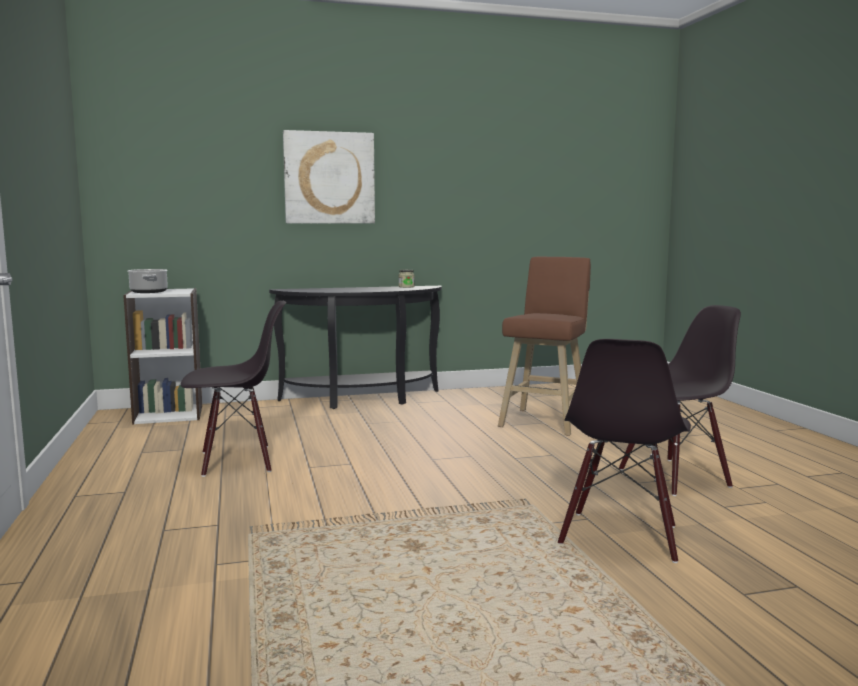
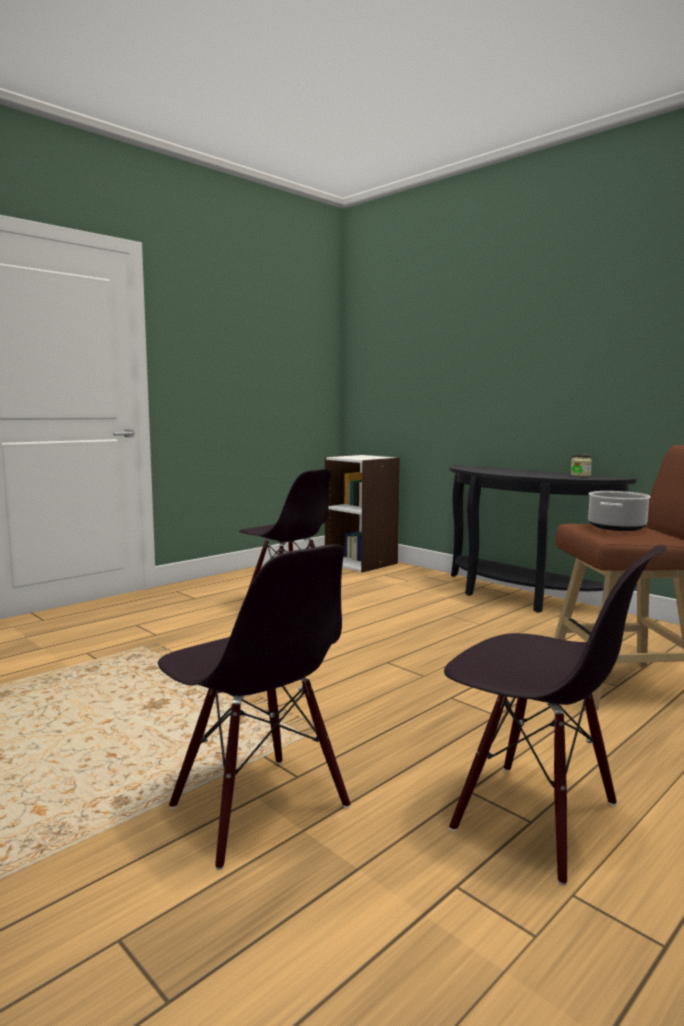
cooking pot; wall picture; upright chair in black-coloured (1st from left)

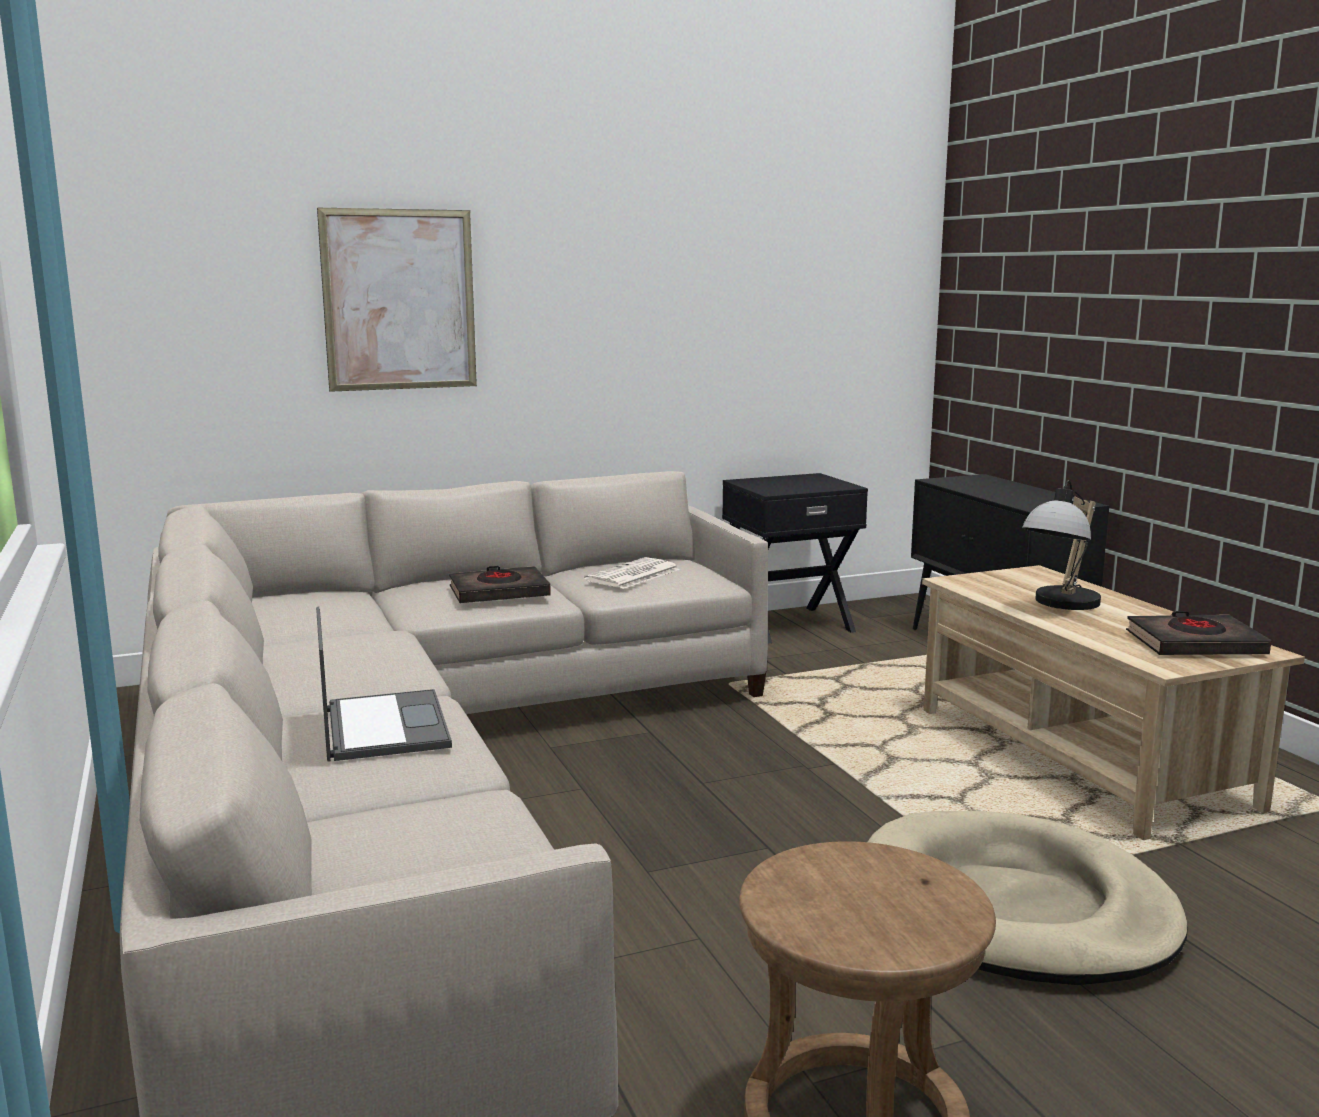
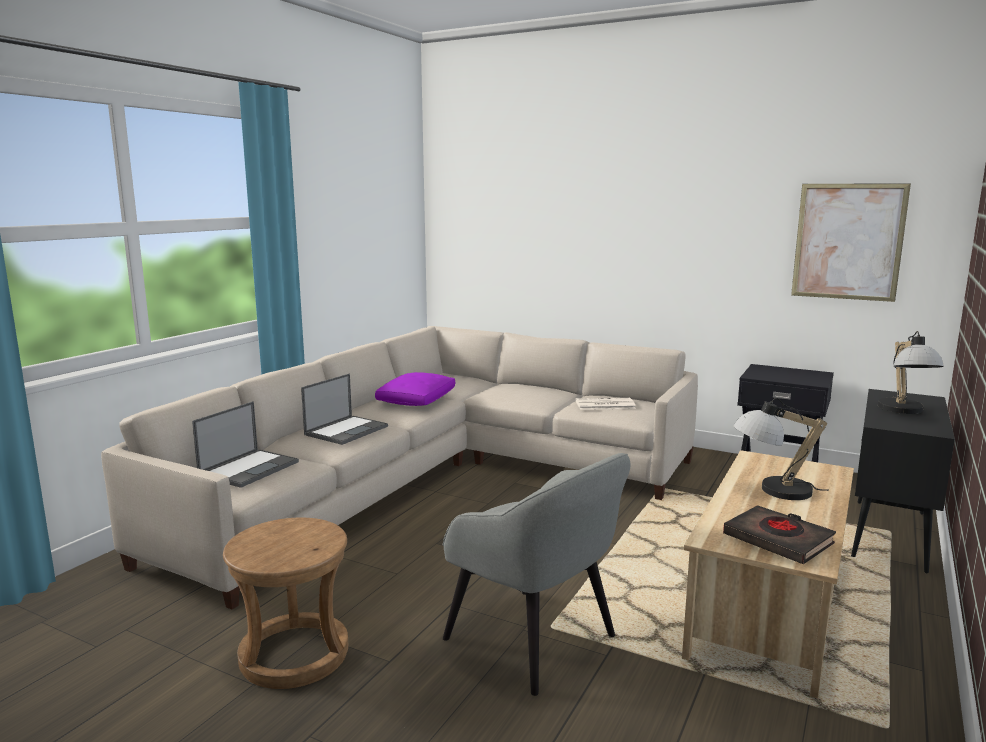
wall picture; volume in black-coloured (1st from left in the first image); easy chair in gray; notebook computer (1st from left); throw pillow in purplish; lamp for a table (2nd from left)

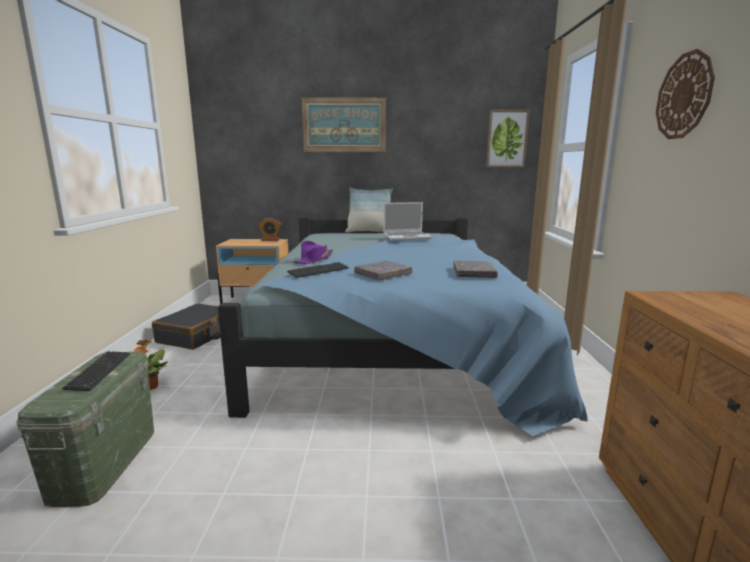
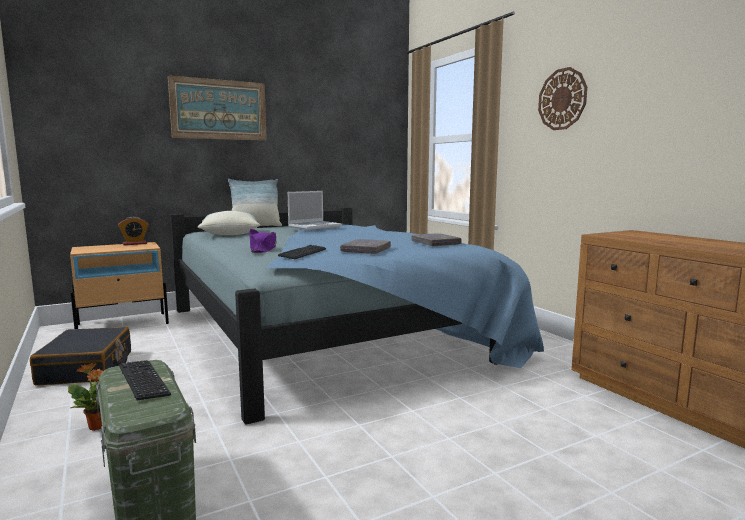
wall picture (2nd from left in the first image); throw pillow (1st from left)

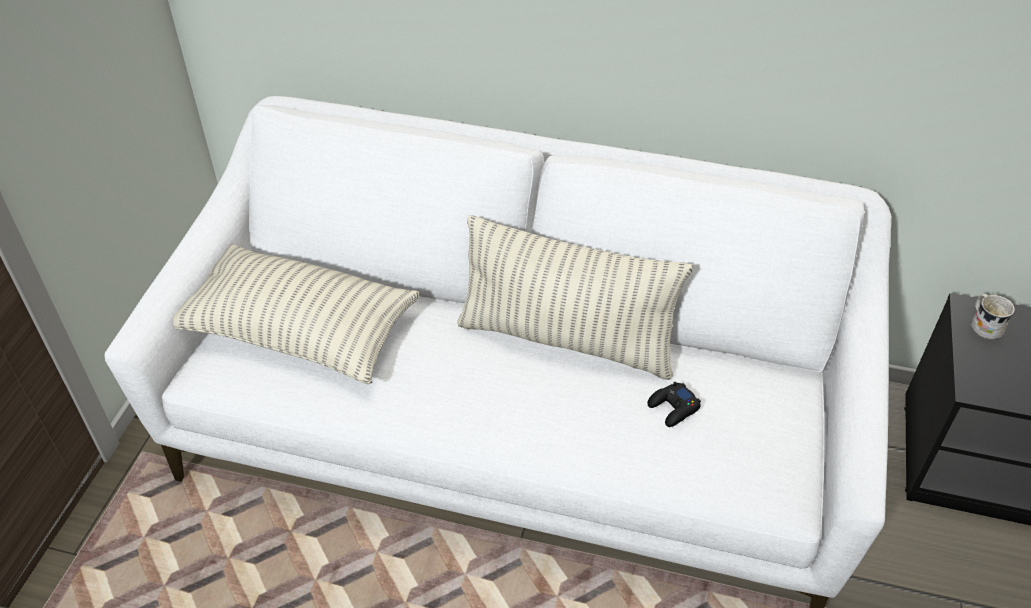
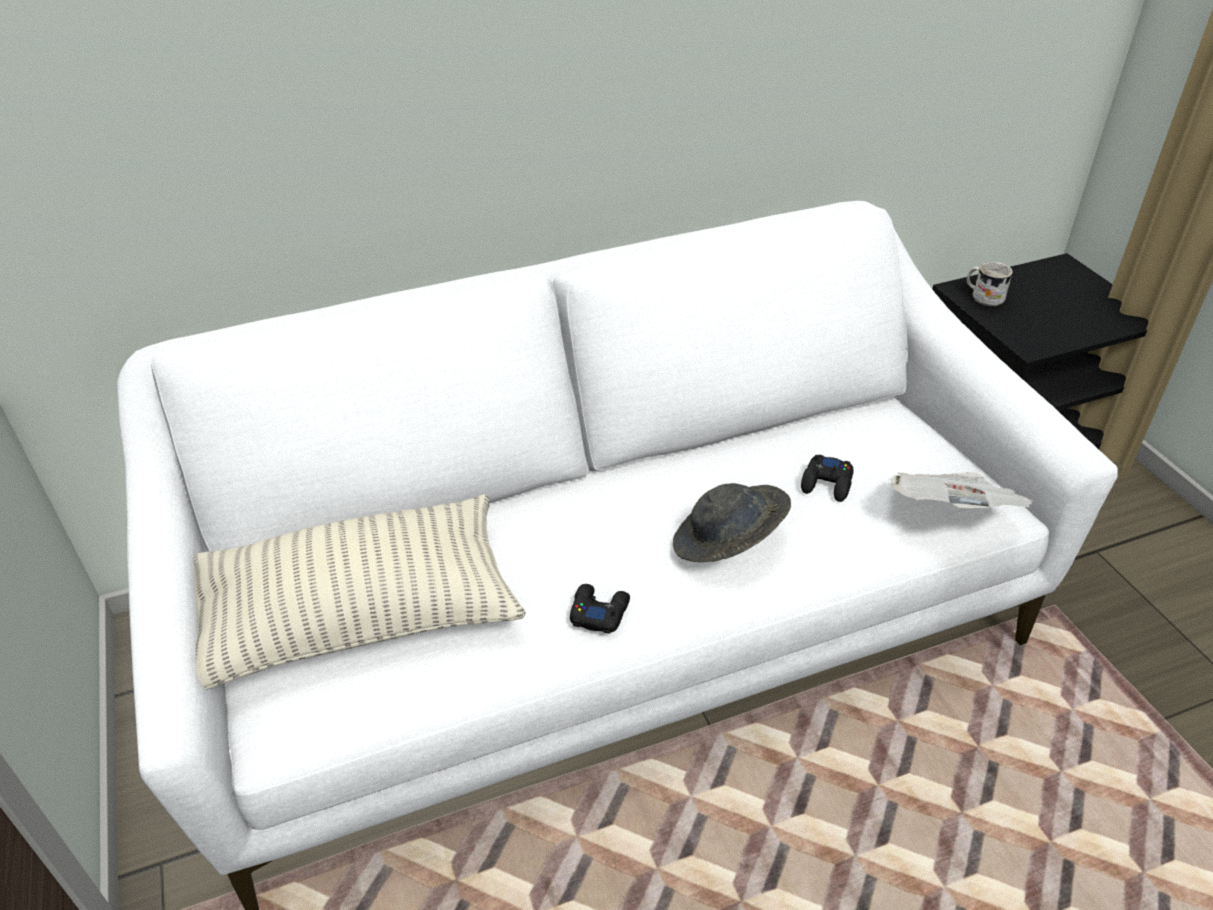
throw pillow (2nd from left in the first image); gamepad in black-coloured (1st from left); hat in gray; printed paper

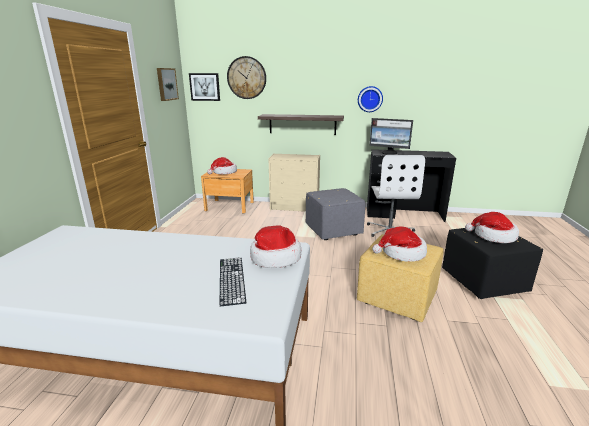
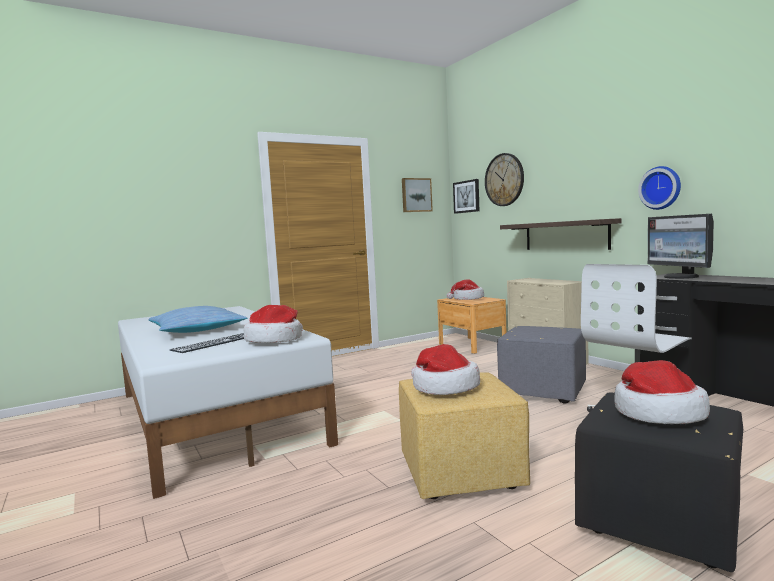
throw pillow

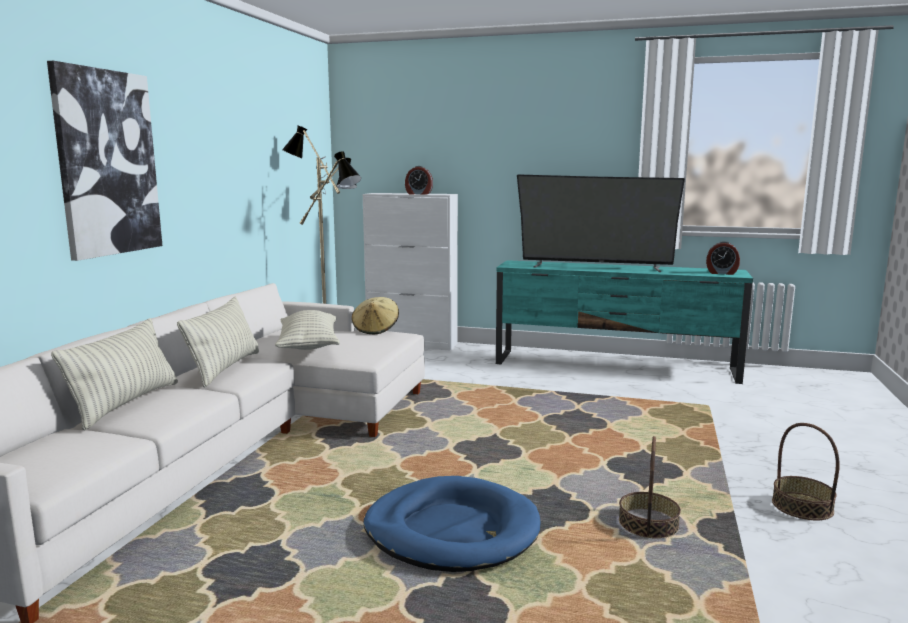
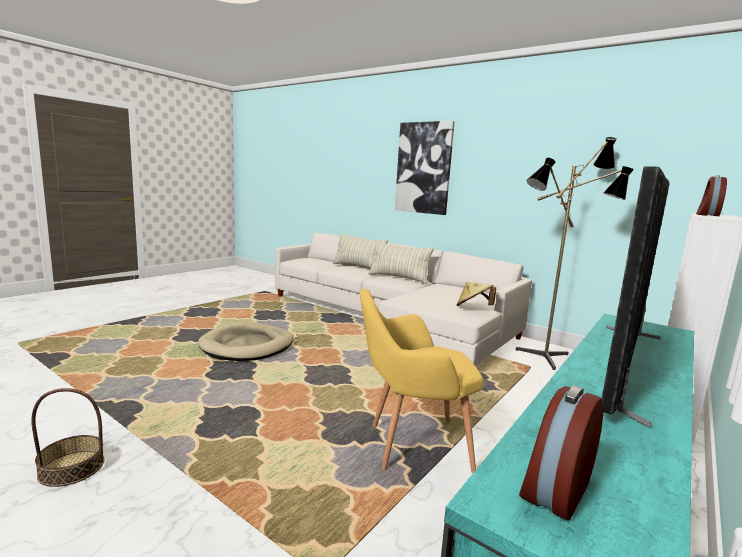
throw pillow (3rd from left in the first image); dog bed in beige; household basket (1st from left in the first image); easy chair in yellow-coloured

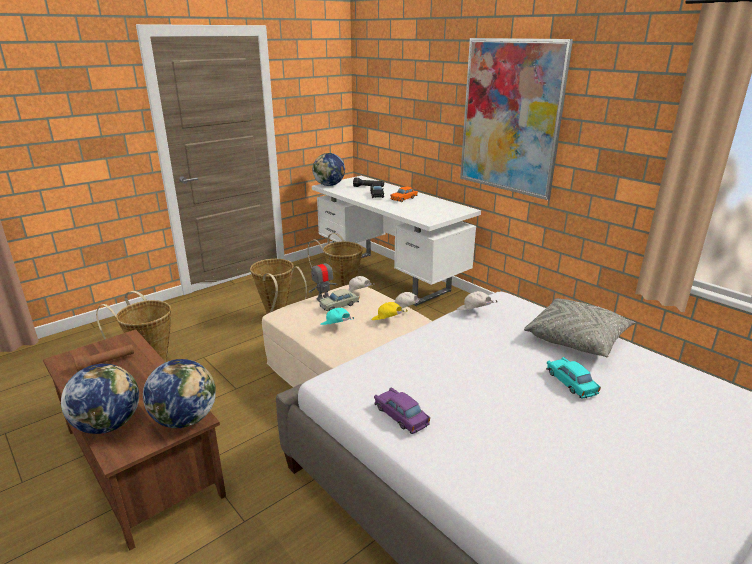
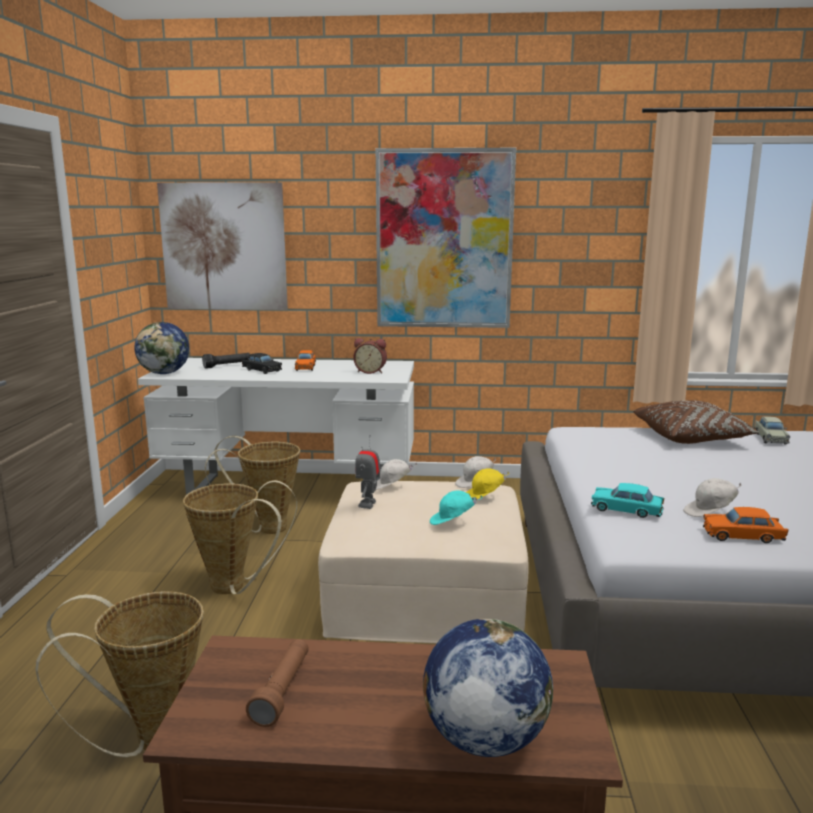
globe (2nd from left in the first image); miniature car in beige; miniature car in orange-coloured (2nd from left); baseball cap in white-coloured (3rd from left); throw pillow in brownish; miniature car in turquoise; wall picture (1st from left); bedside clock

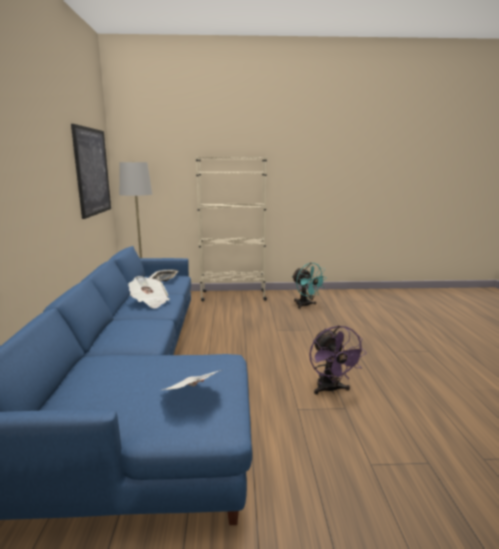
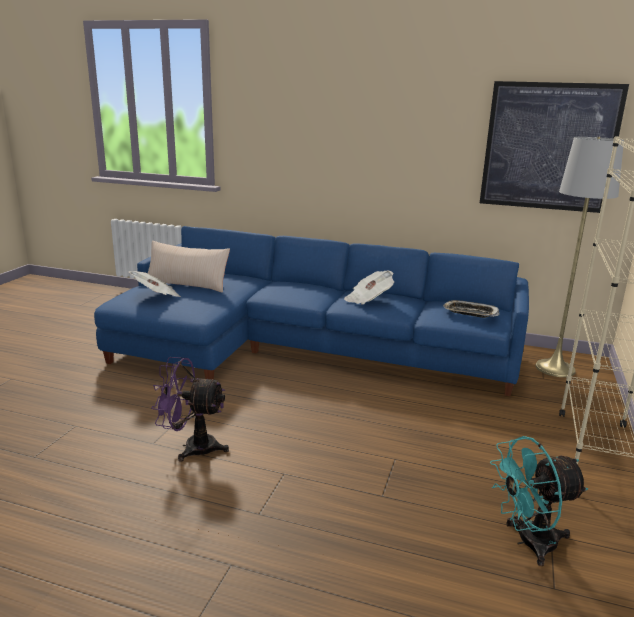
throw pillow in beige

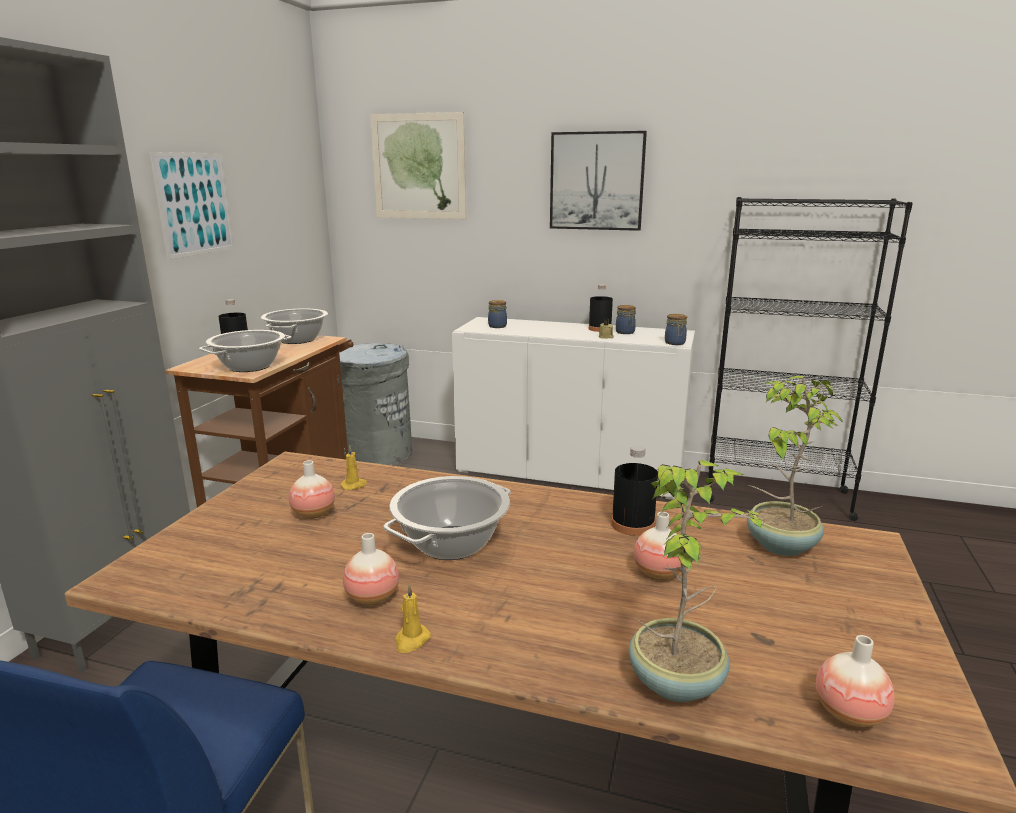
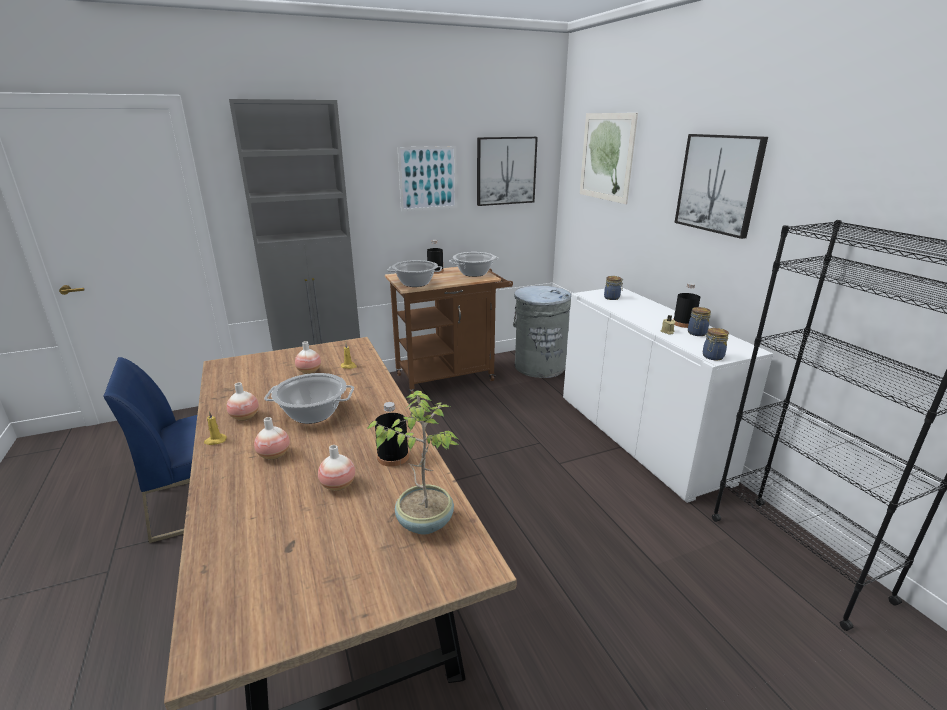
plant in a pot (1st from left in the first image); vase (2nd from left); wall picture (2nd from left)

